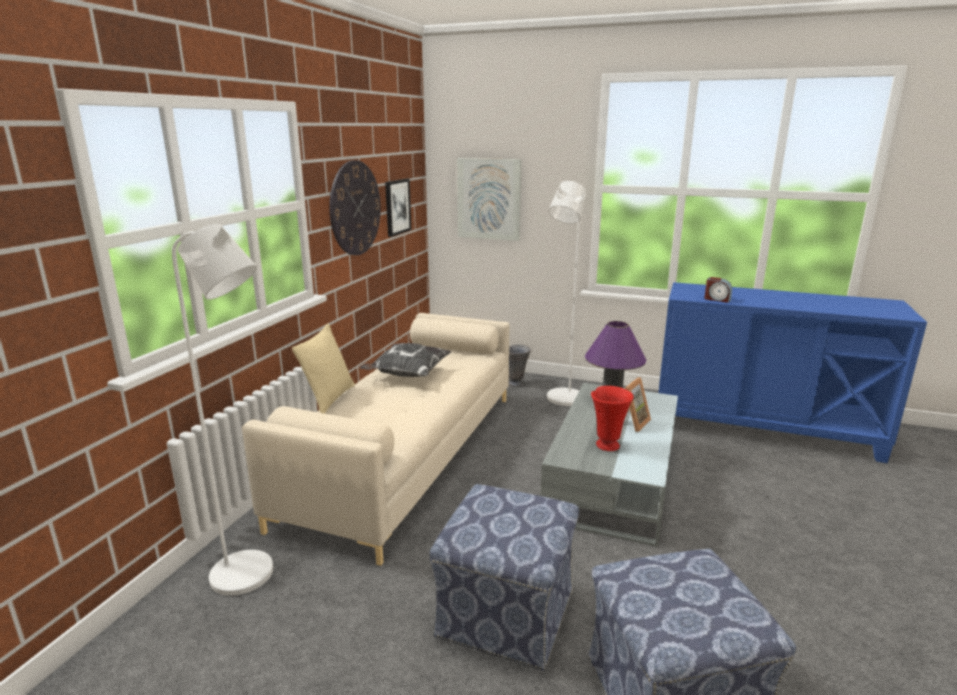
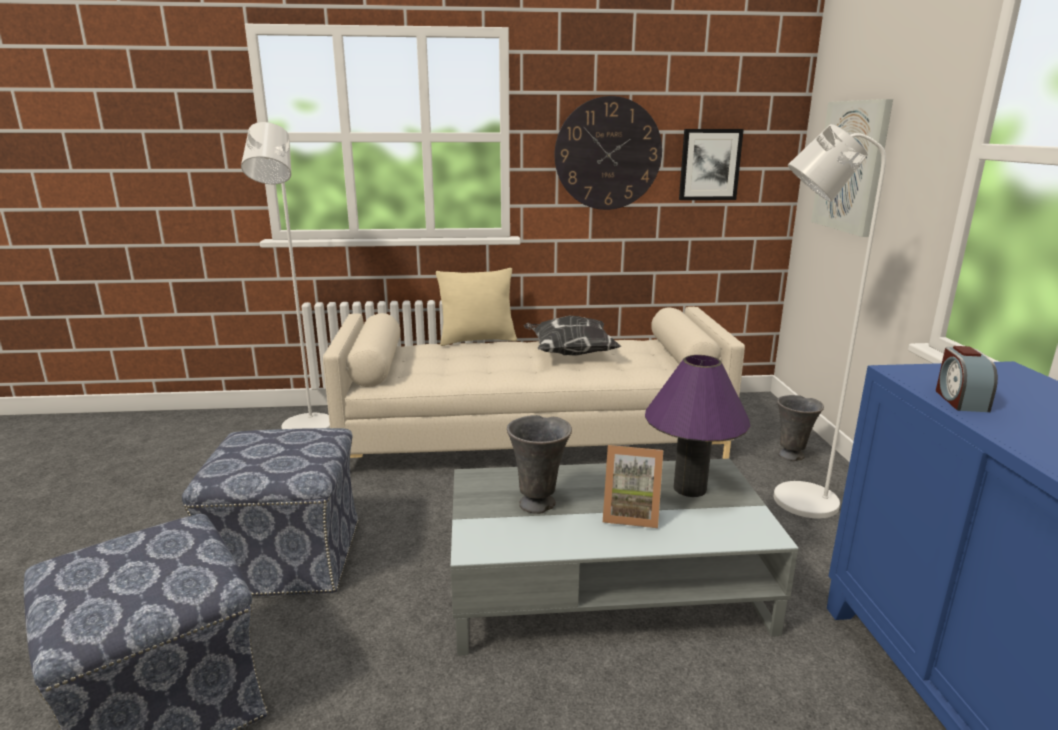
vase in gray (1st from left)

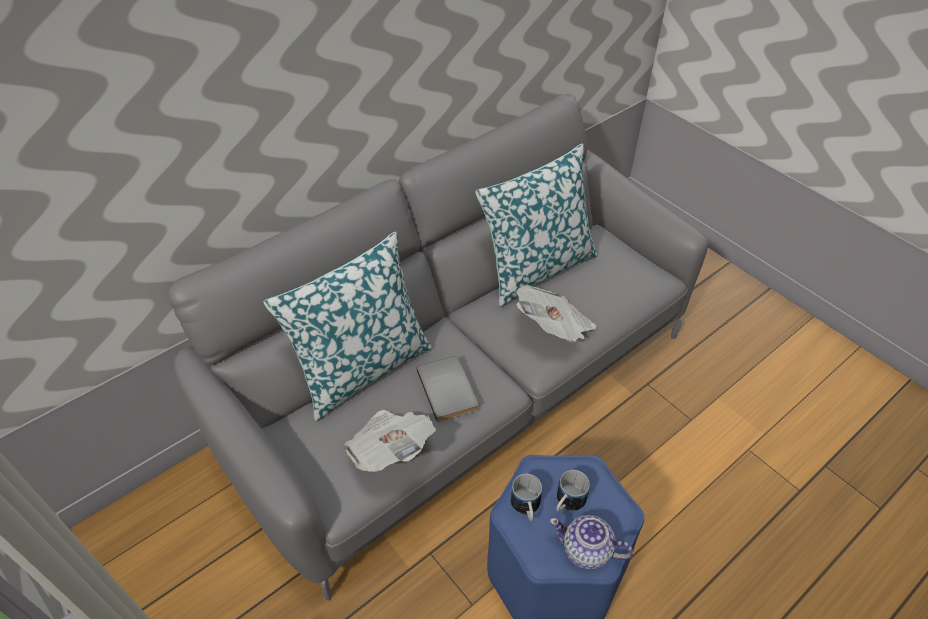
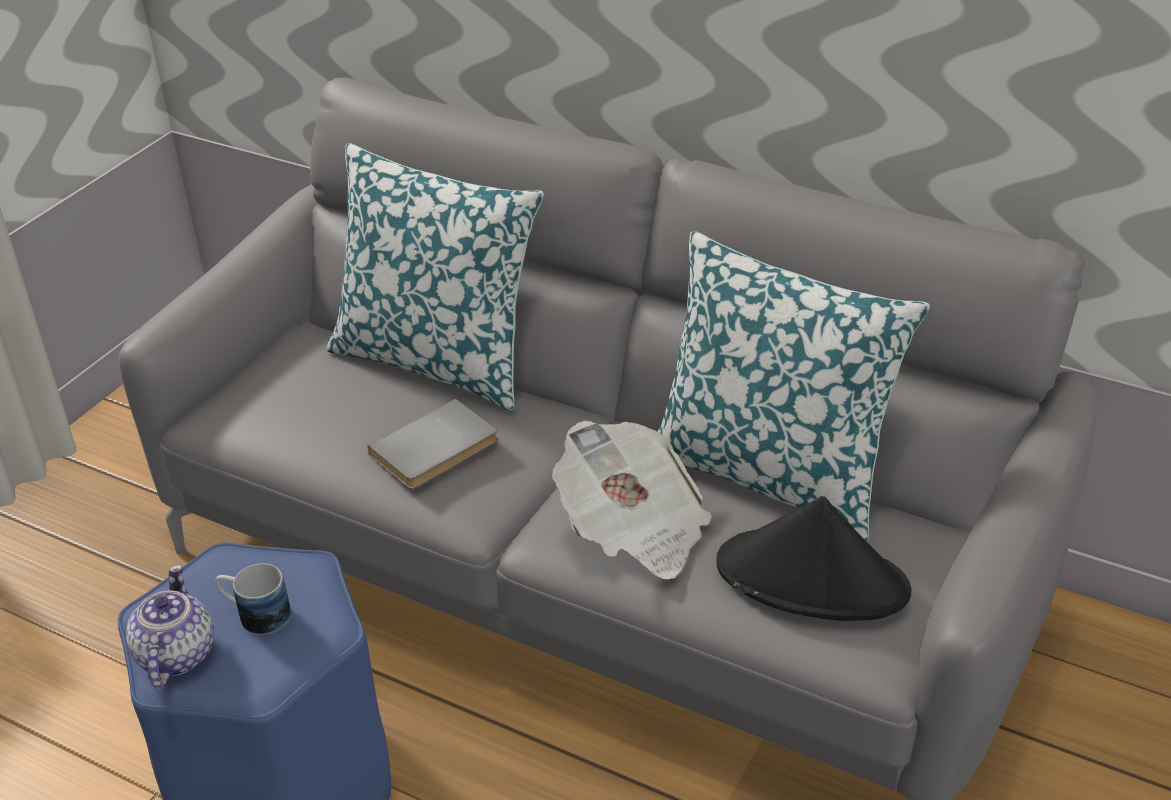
printed paper (1st from left in the first image); tea mug (1st from left in the first image); hat in black-coloured

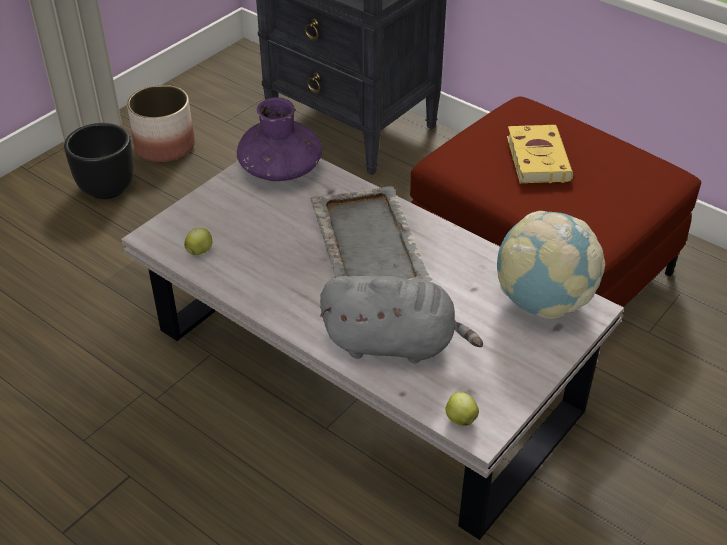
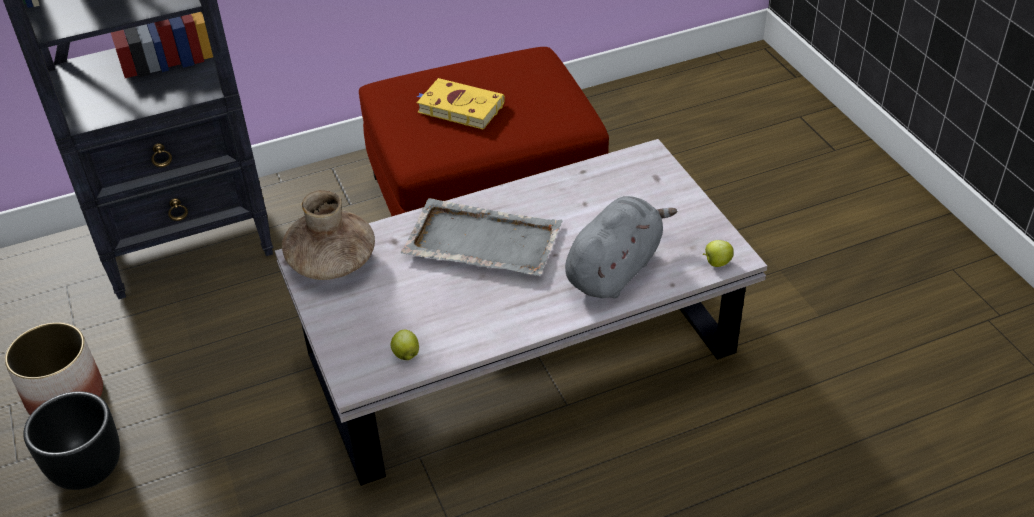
vase in brownish; globe

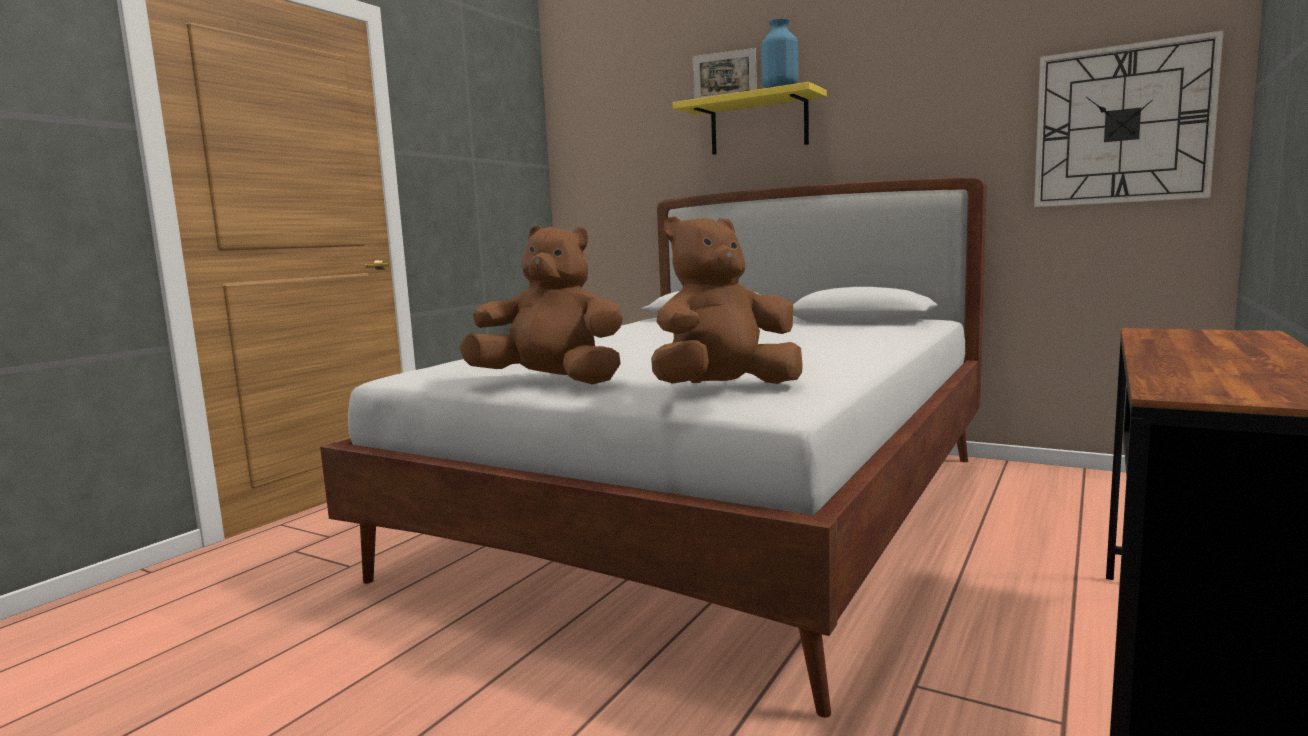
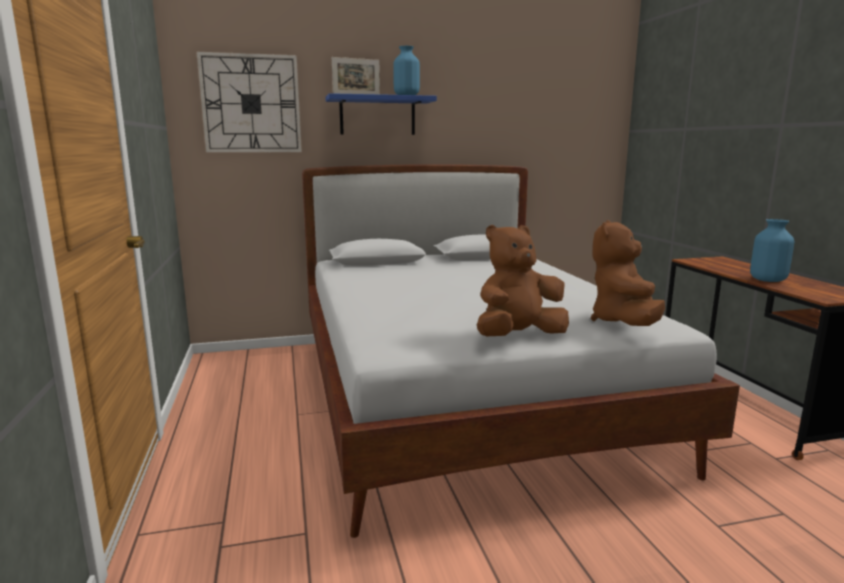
shelf in blue-coloured; hanging clock; vase in blue-coloured (2nd from left)

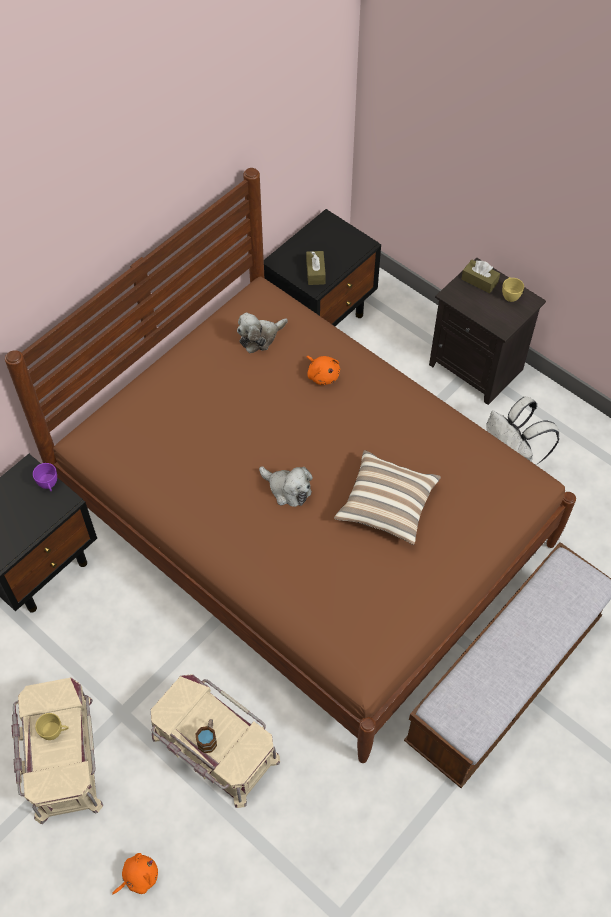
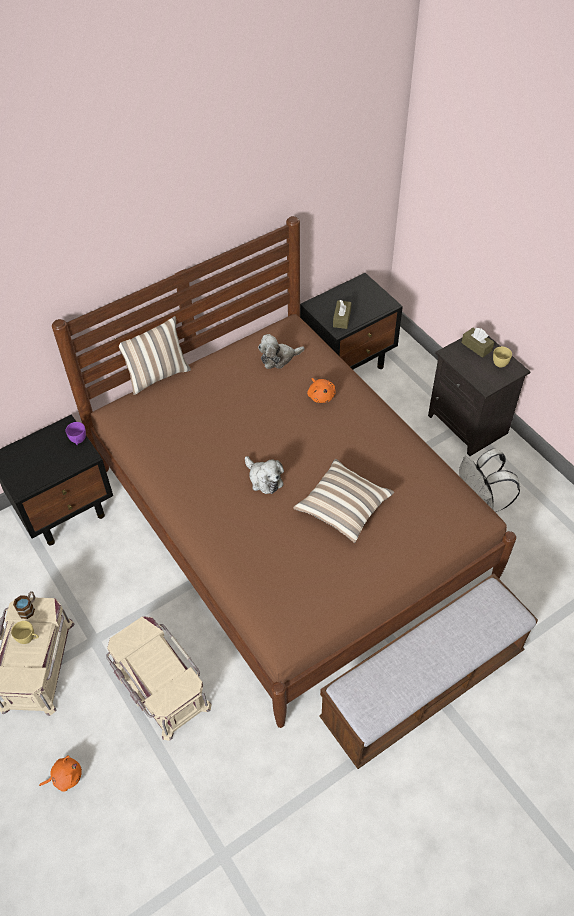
tea mug; throw pillow (1st from left)

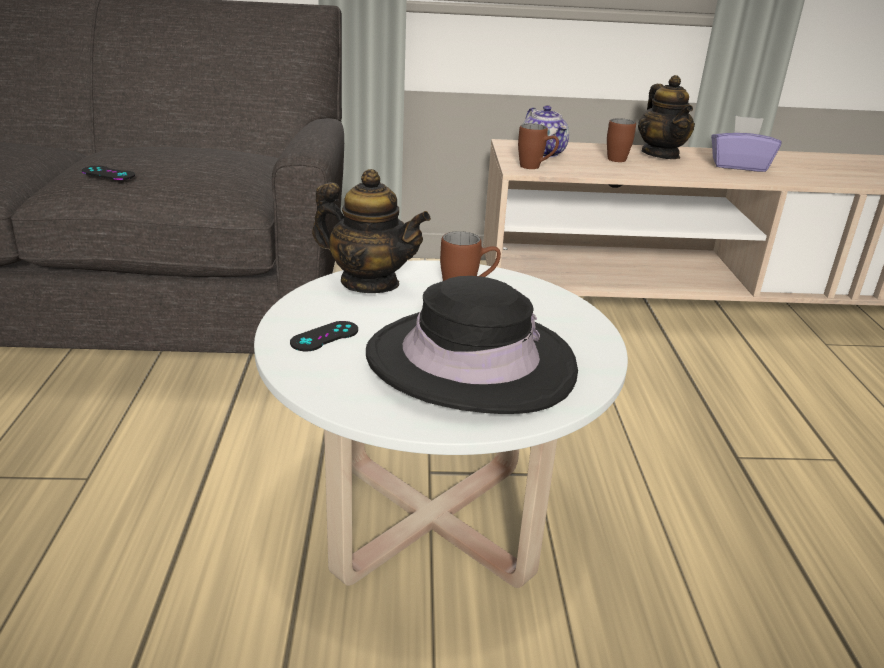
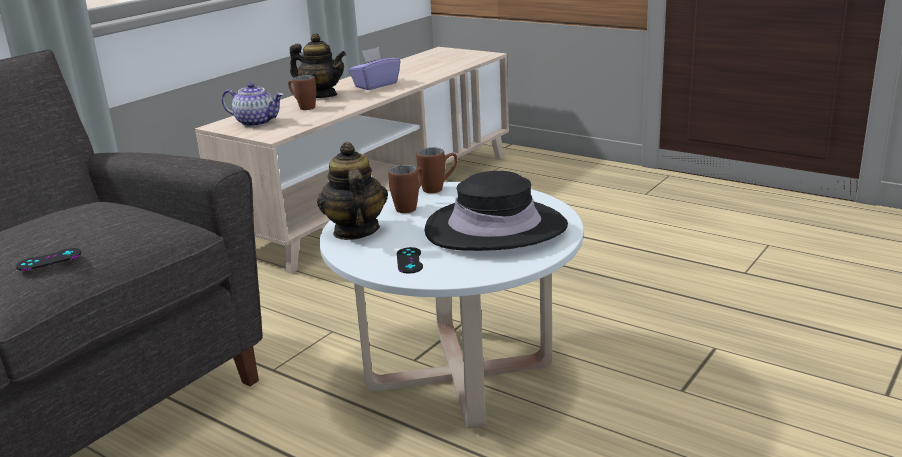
teapot (3rd from left); tea mug in brownish (3rd from left)

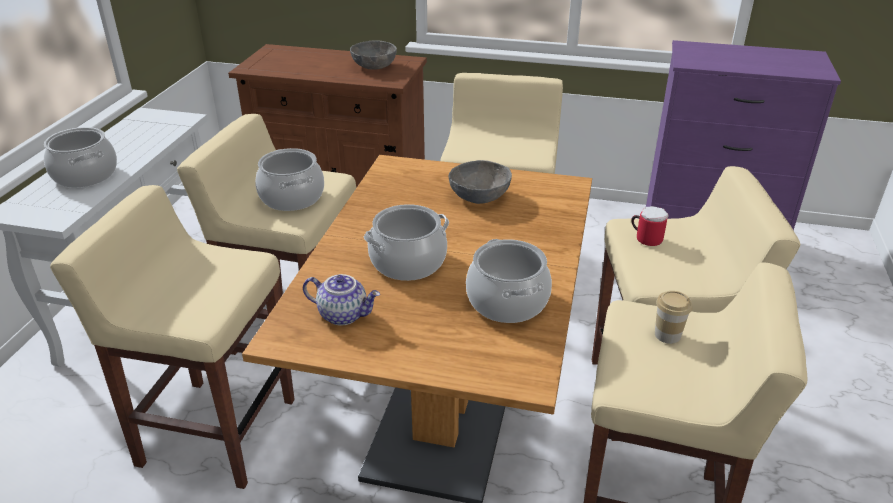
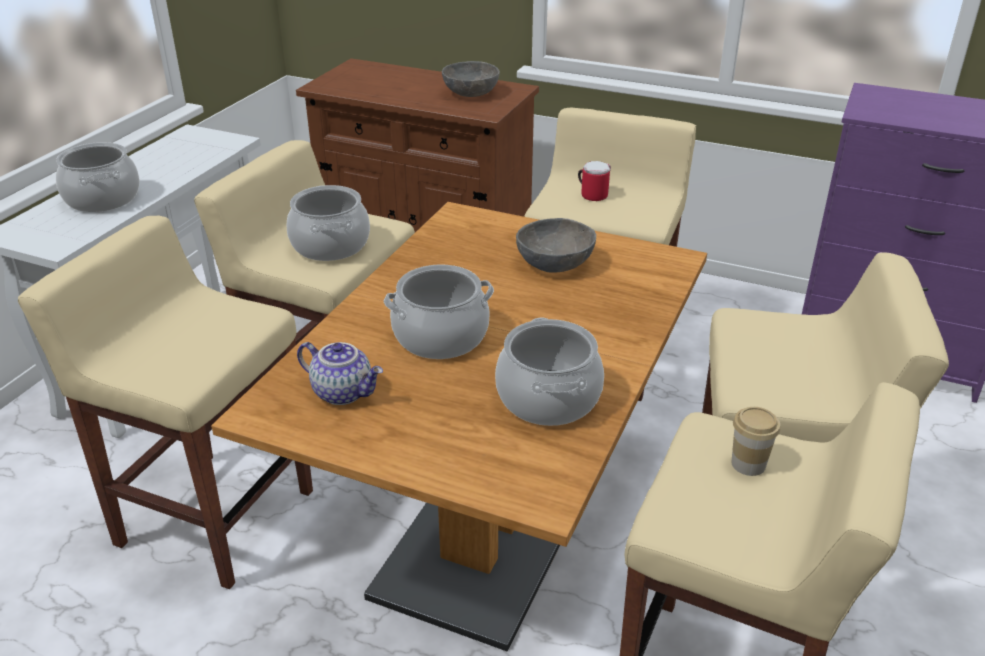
tea mug

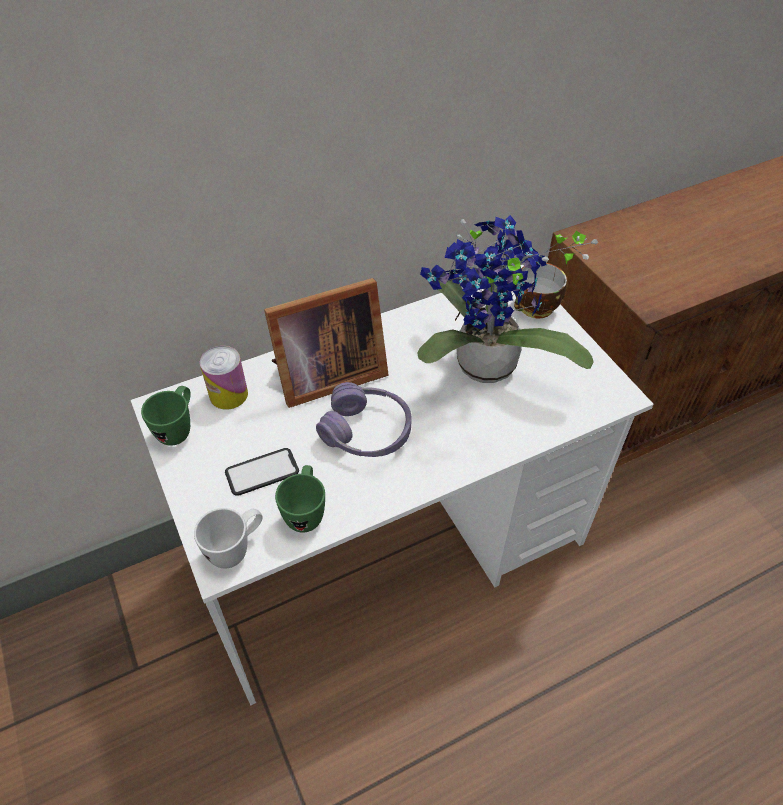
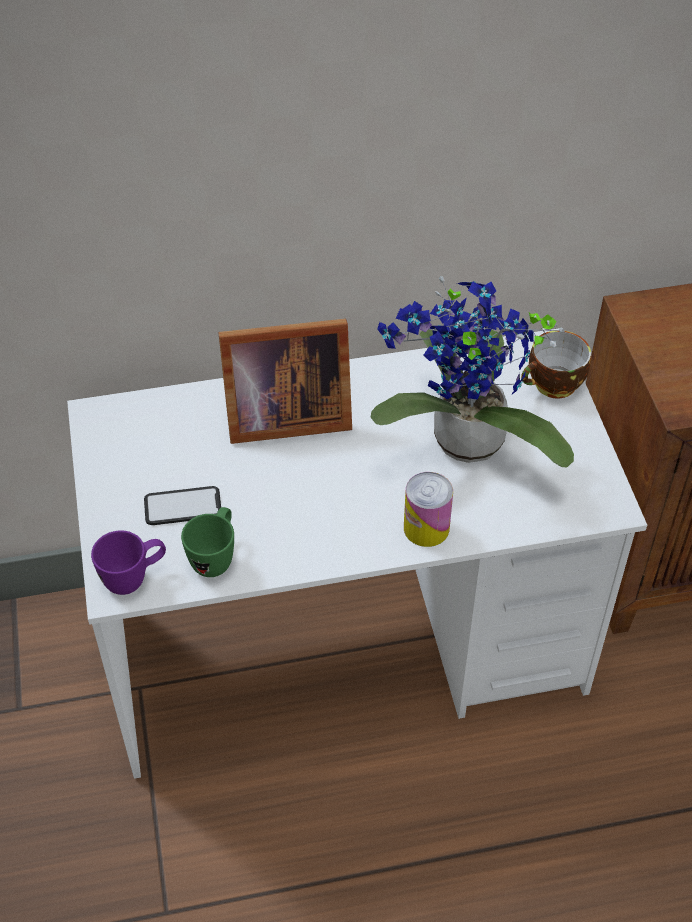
tea mug in greenish (1st from left in the first image); tea mug in purplish; metal can; headset in purplish

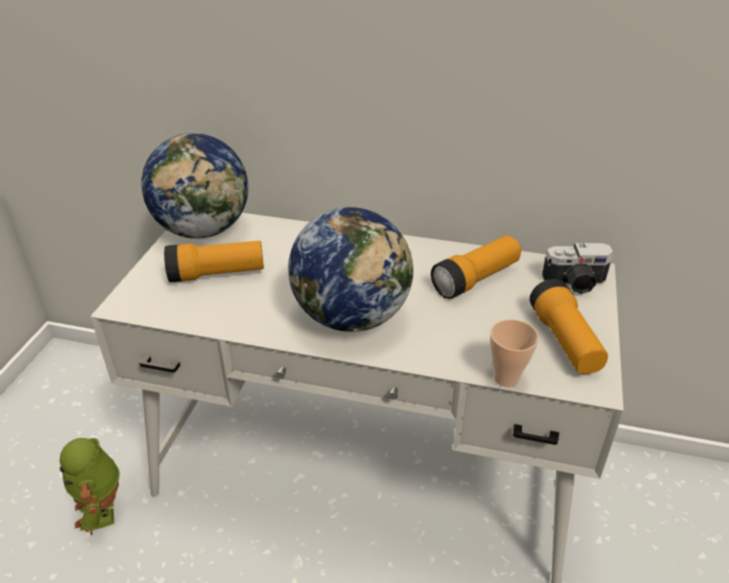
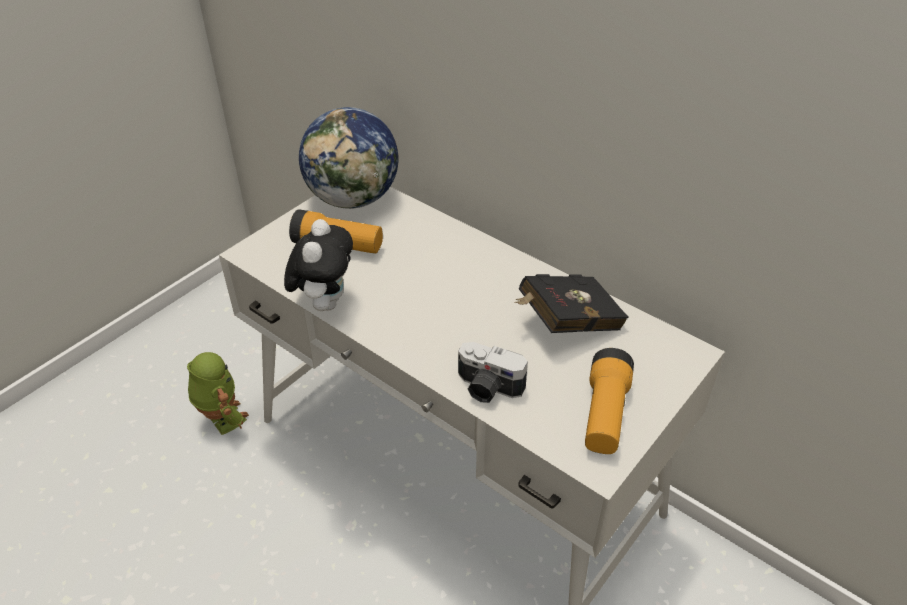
toy robot; globe (2nd from left in the first image); volume in black-coloured; drinking cup; photo camera; cuddly toy

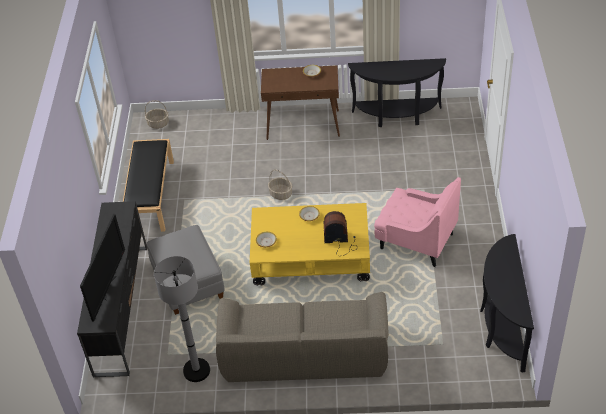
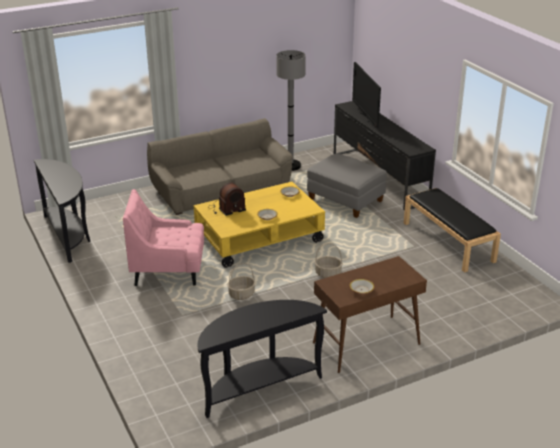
household basket (1st from left)

